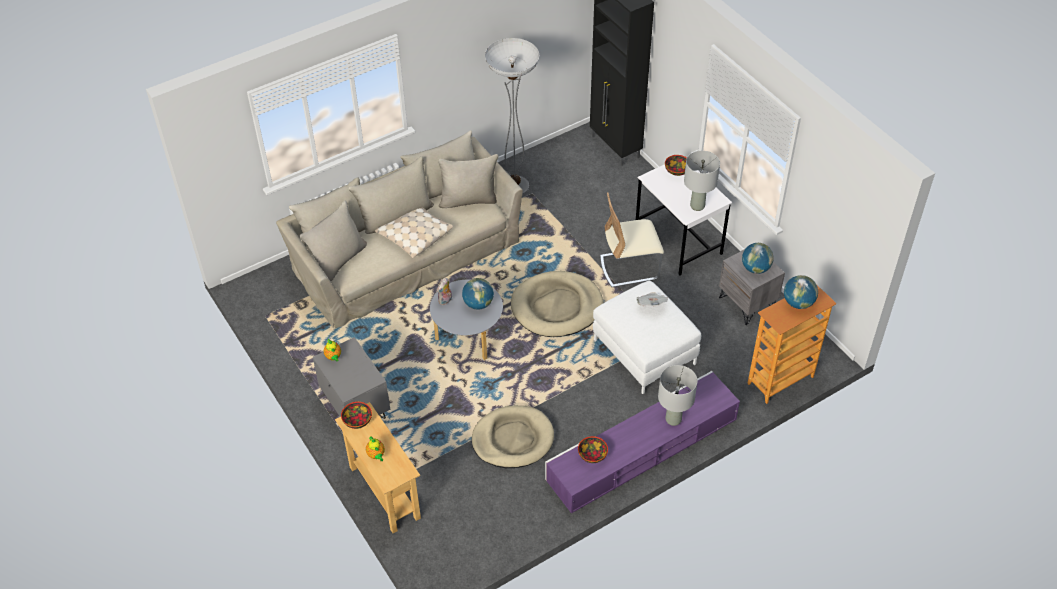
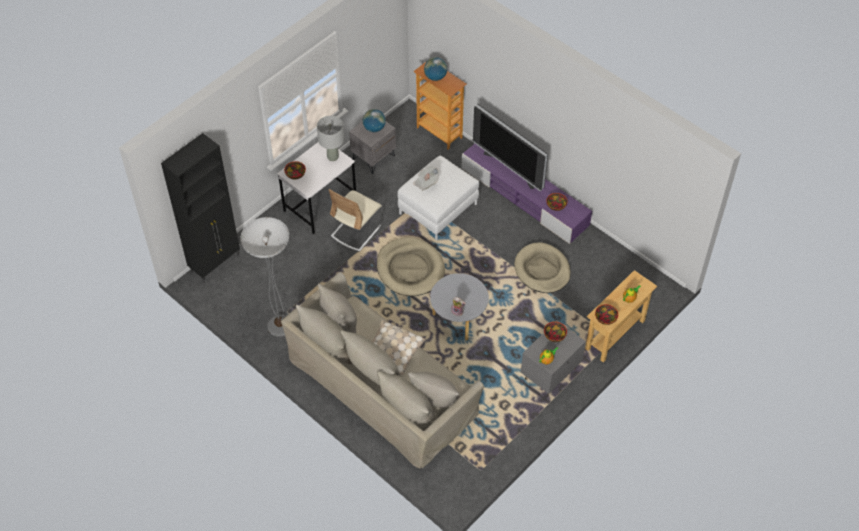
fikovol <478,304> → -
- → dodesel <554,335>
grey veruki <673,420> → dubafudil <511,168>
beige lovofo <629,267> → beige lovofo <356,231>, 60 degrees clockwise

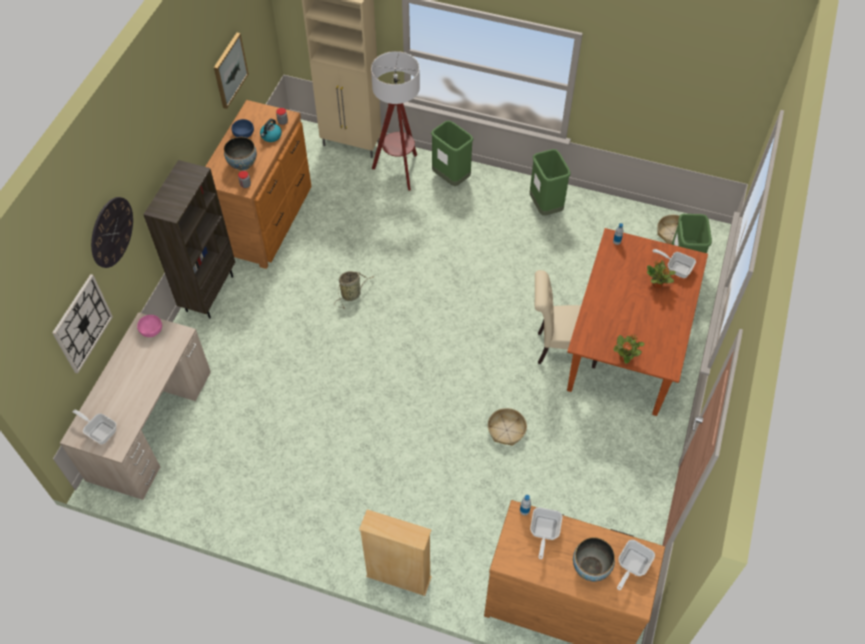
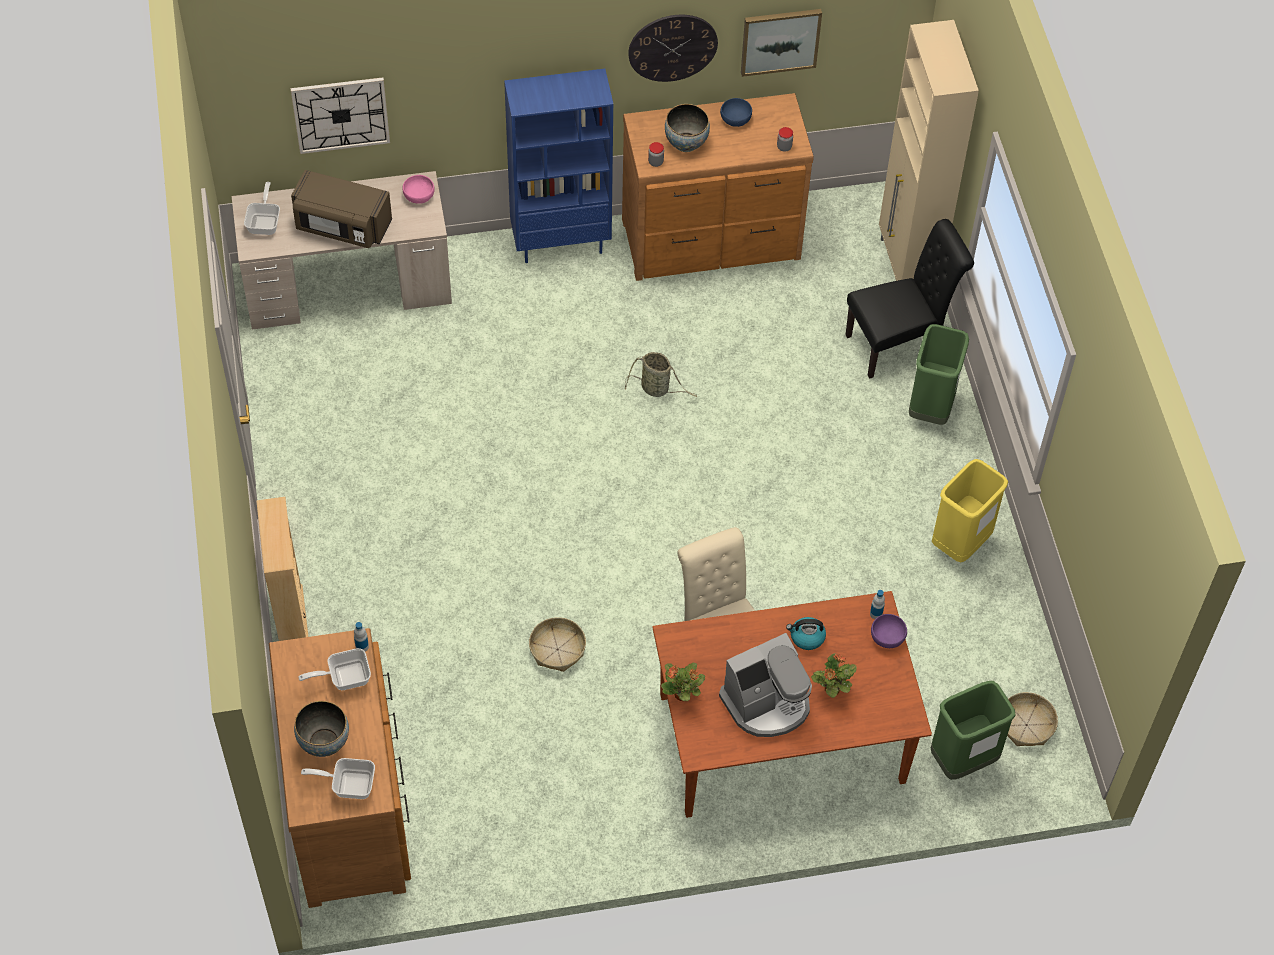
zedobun <676,268> → -
- → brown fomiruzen <342,226>
- → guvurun <767,704>
- → purple dodesel <887,636>
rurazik <111,232> → rurazik <672,47>, moved
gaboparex <271,136> → gaboparex <806,637>, moved
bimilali <399,171> → black lovofo <899,343>
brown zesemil <209,293> → blue zesemil <561,243>
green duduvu <545,207> → yellow duduvu <960,543>

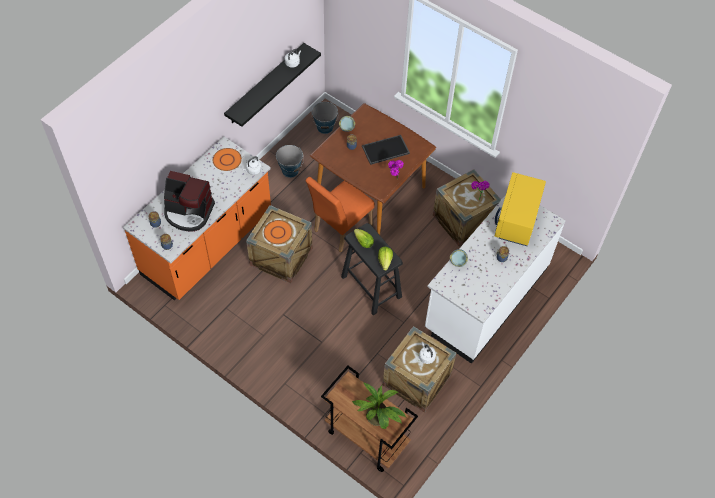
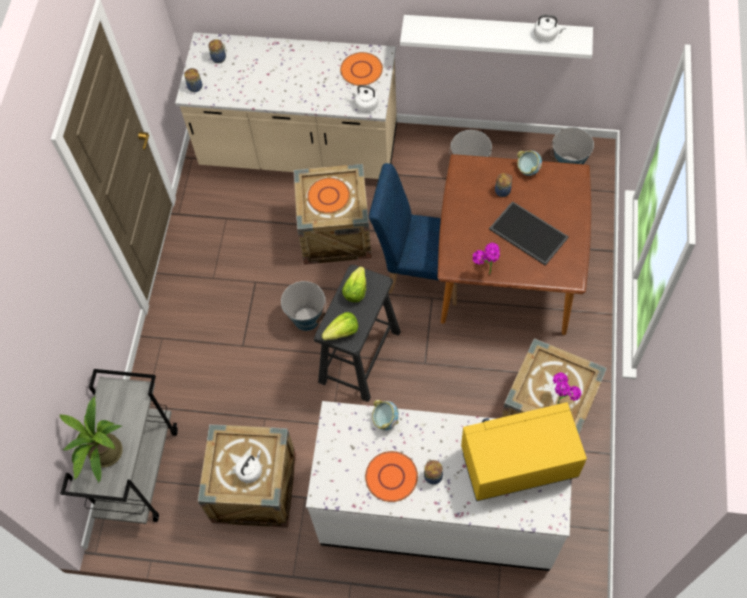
guvurun <189,212> → -
- → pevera <306,318>
- → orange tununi <391,477>
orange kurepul <208,245> → beige kurepul <299,150>
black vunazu <265,84> → white vunazu <496,32>
orange lovofo <339,230> → blue lovofo <420,272>
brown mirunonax <366,437> → grey mirunonax <138,470>

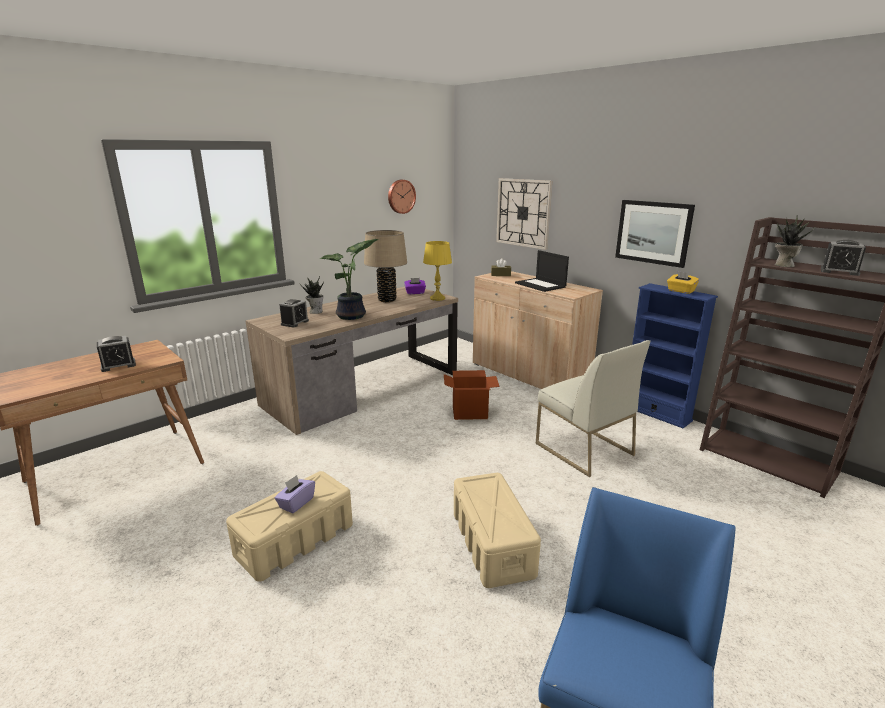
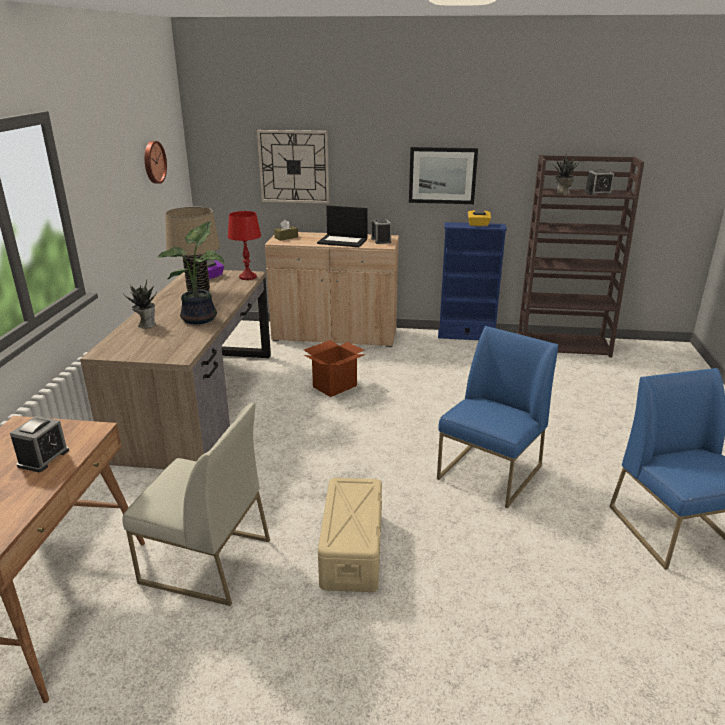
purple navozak <296,503> → -
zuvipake <295,323> → zuvipake <381,240>, moved
white lovofo <583,449> → white lovofo <204,561>, moved
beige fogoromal <492,544> → blue lovofo <490,473>
yellow veruki <437,298> → red veruki <247,277>

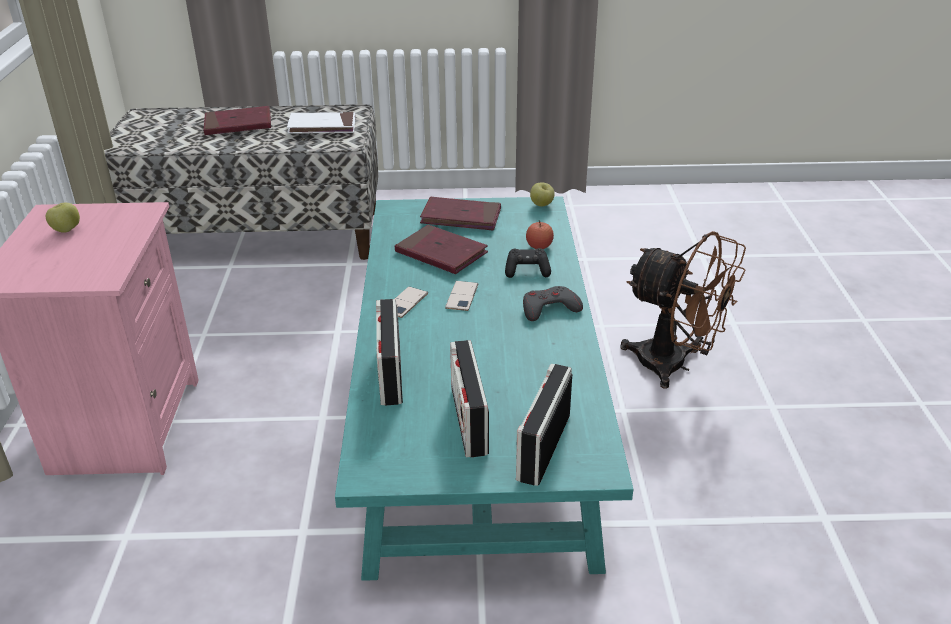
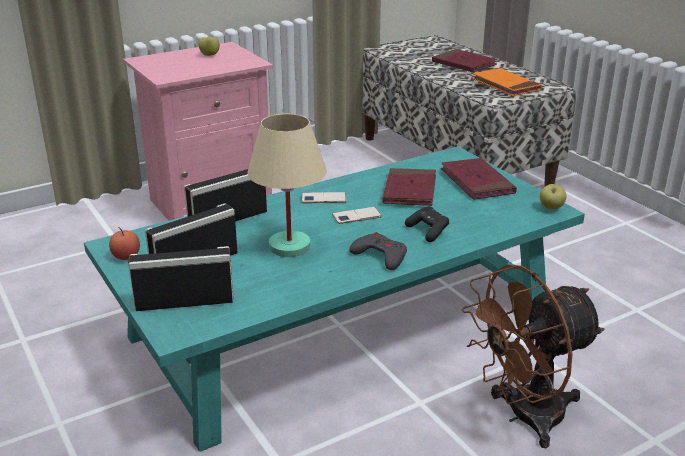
- → beige veruki <290,247>
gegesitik <539,246> → gegesitik <126,256>, moved
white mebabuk <322,127> → orange mebabuk <505,85>
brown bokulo <674,366> → brown bokulo <524,417>, 60 degrees clockwise

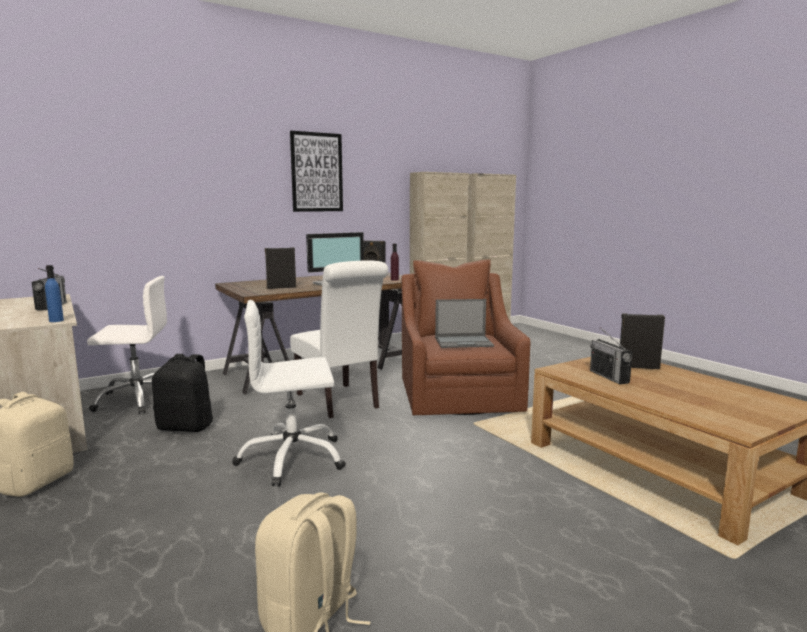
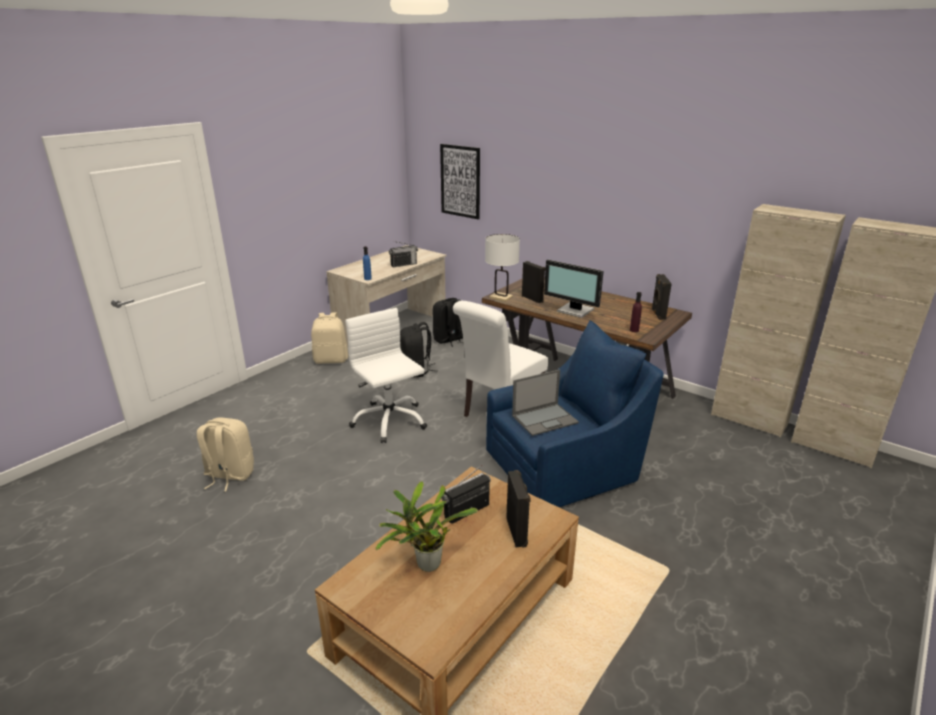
- → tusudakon <425,565>
- → white veruki <501,297>
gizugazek <317,172> → gizugazek <460,181>, moved
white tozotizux <138,399> → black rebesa <449,340>
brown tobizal <458,394> → blue tobizal <565,466>
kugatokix <464,342> → kugatokix <545,419>, 90 degrees counterclockwise

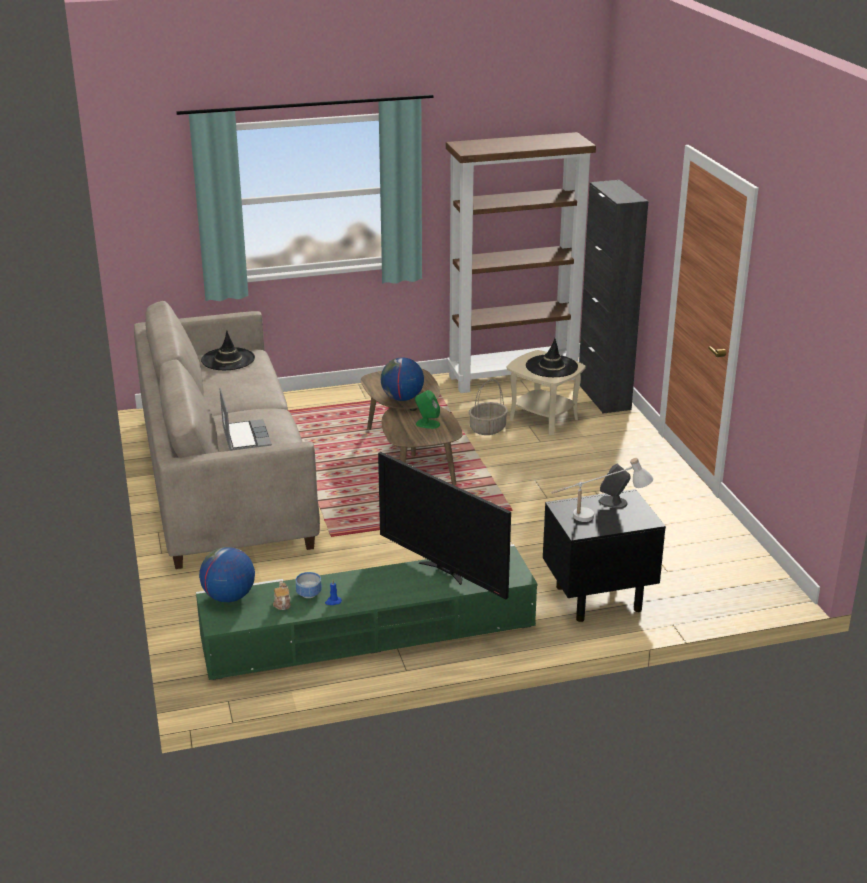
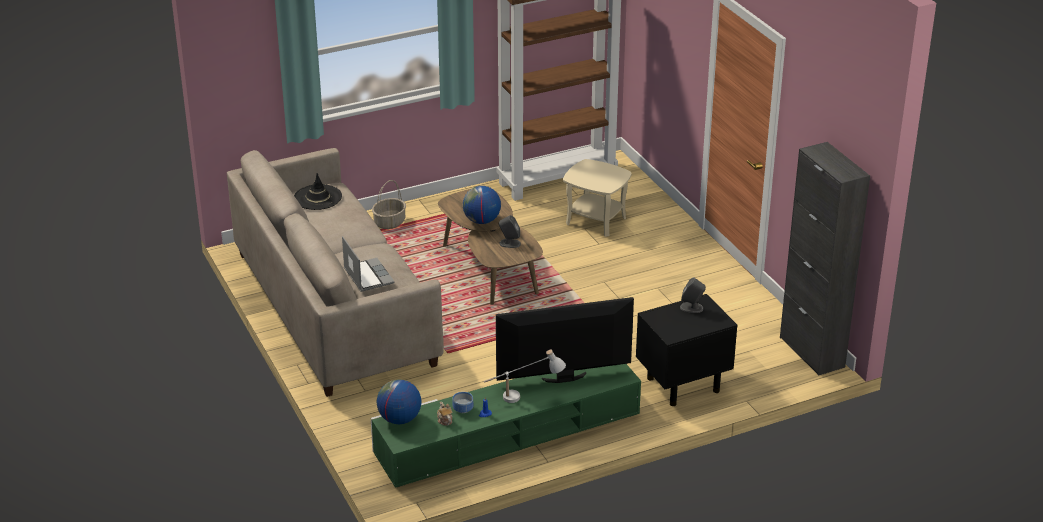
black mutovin <551,366> → -
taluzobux <487,429> → taluzobux <389,223>, moved
white veruki <599,517> → white veruki <524,397>, moved
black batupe <604,397> → black batupe <812,352>, moved
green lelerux <427,424> → grey lelerux <509,243>
dubafudil <444,571> → dubafudil <564,378>, 135 degrees clockwise

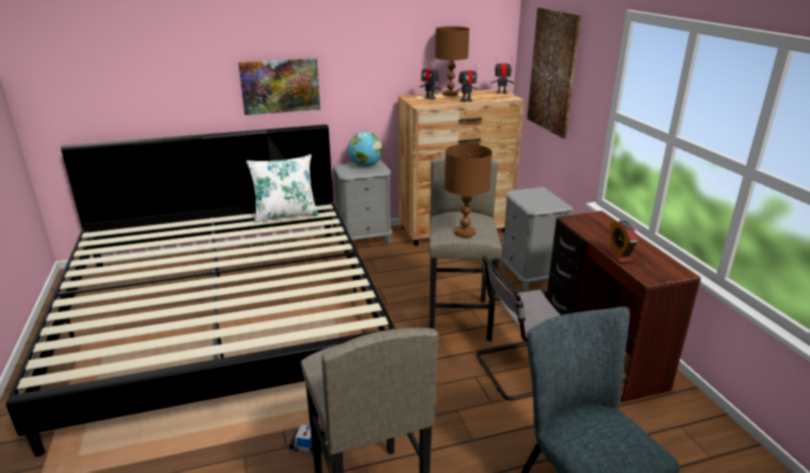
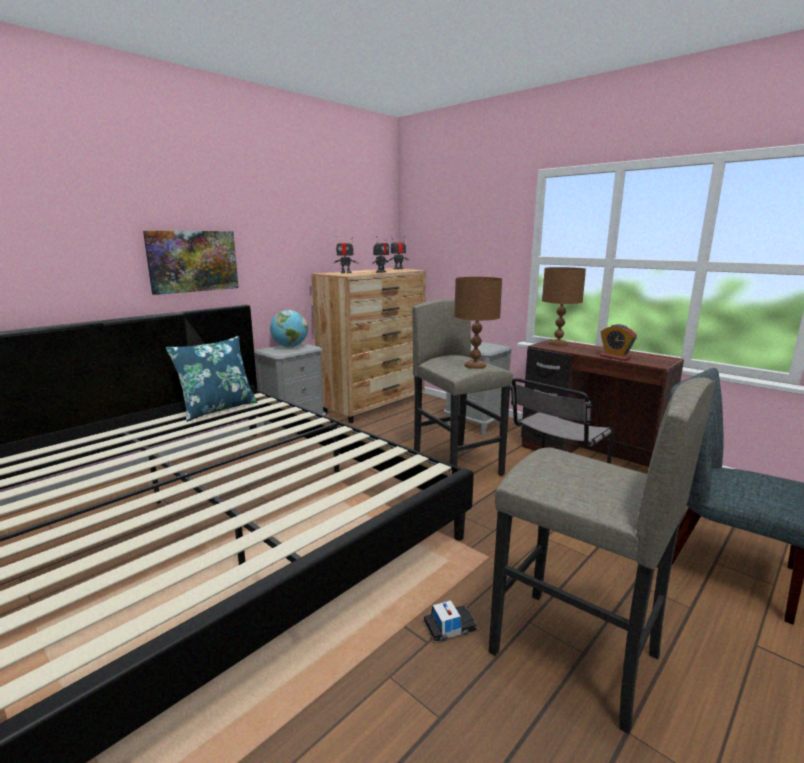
gizugazek <553,72> → -
brown veruki <450,94> → brown veruki <558,344>, moved
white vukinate <285,215> → blue vukinate <217,409>

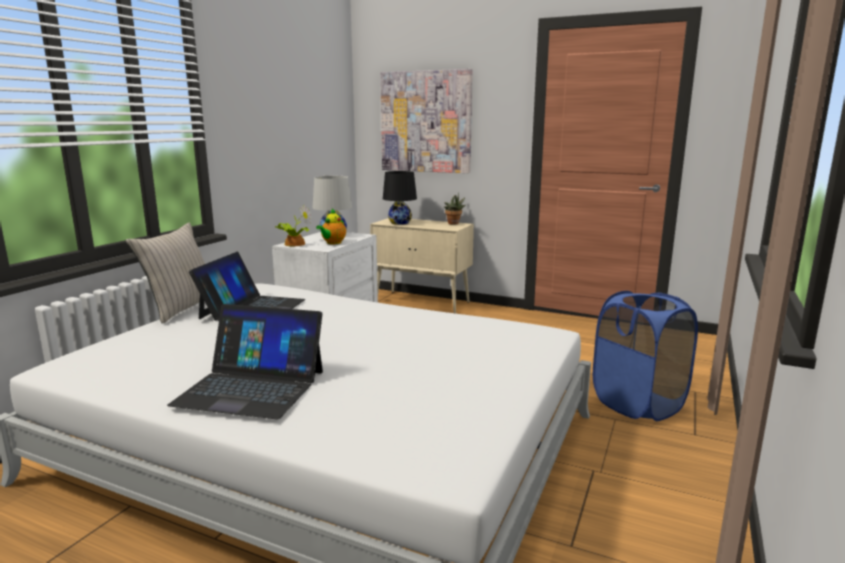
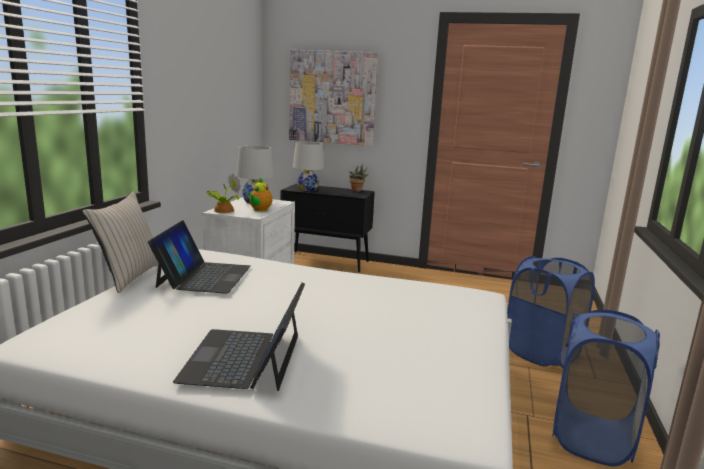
- → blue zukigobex <592,438>
beige batupe <422,302> → black batupe <326,261>
black veruki <400,223> → white veruki <308,189>
kugatokix <251,387> → kugatokix <244,358>, 90 degrees clockwise

